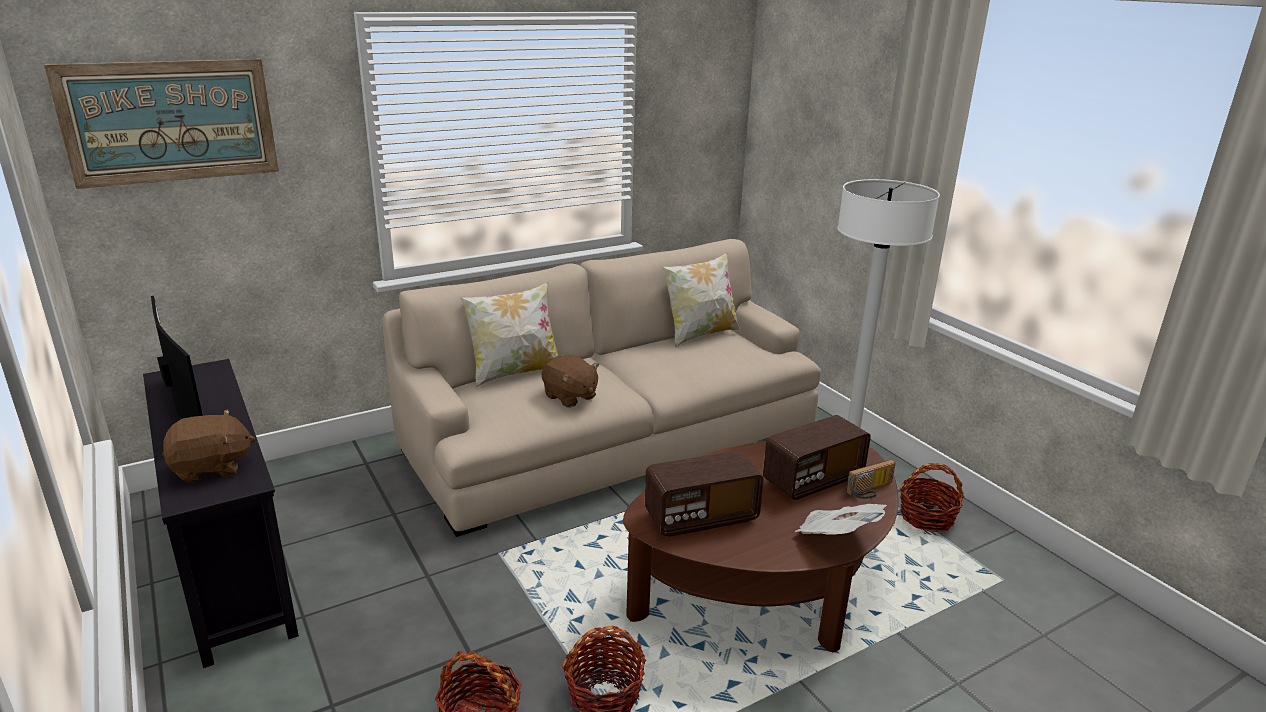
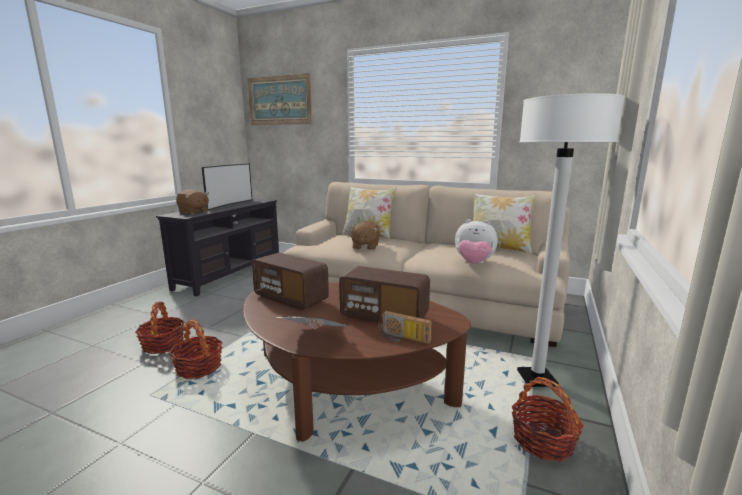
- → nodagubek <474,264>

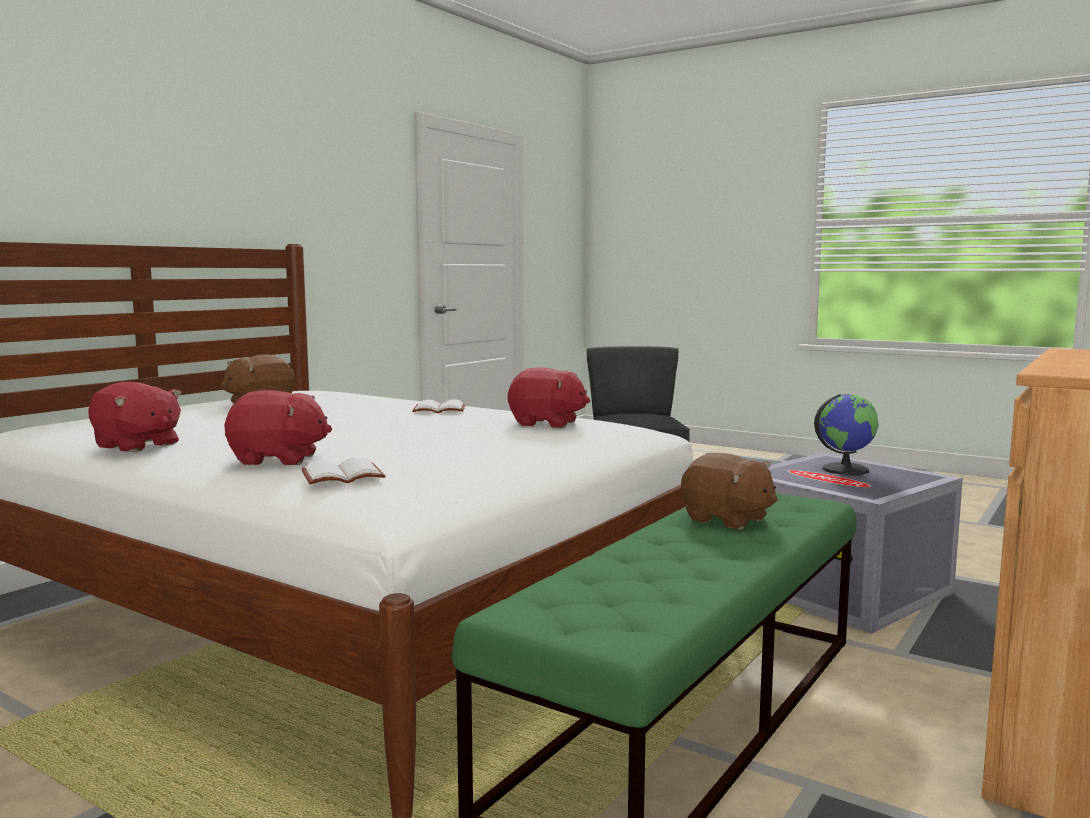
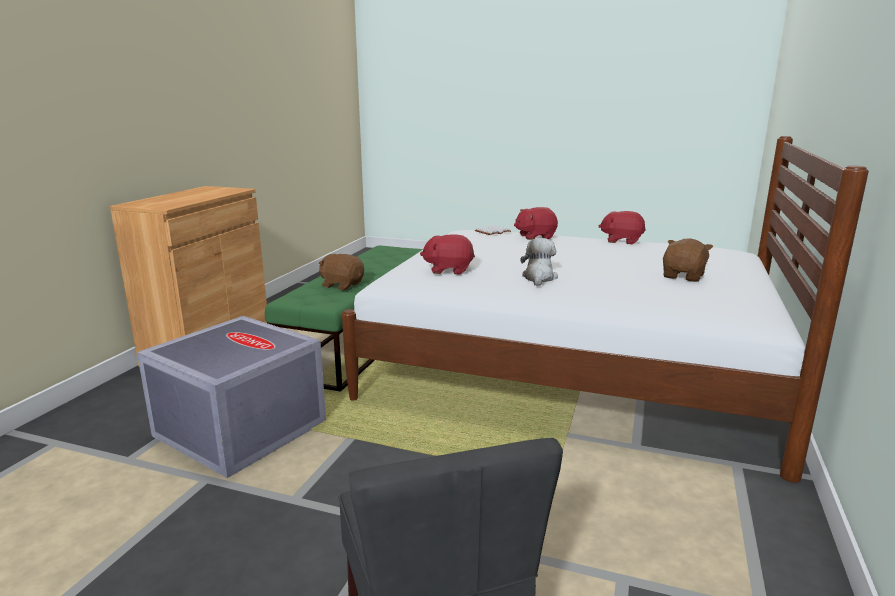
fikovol <845,469> → -
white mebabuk <440,409> → nodagubek <539,278>

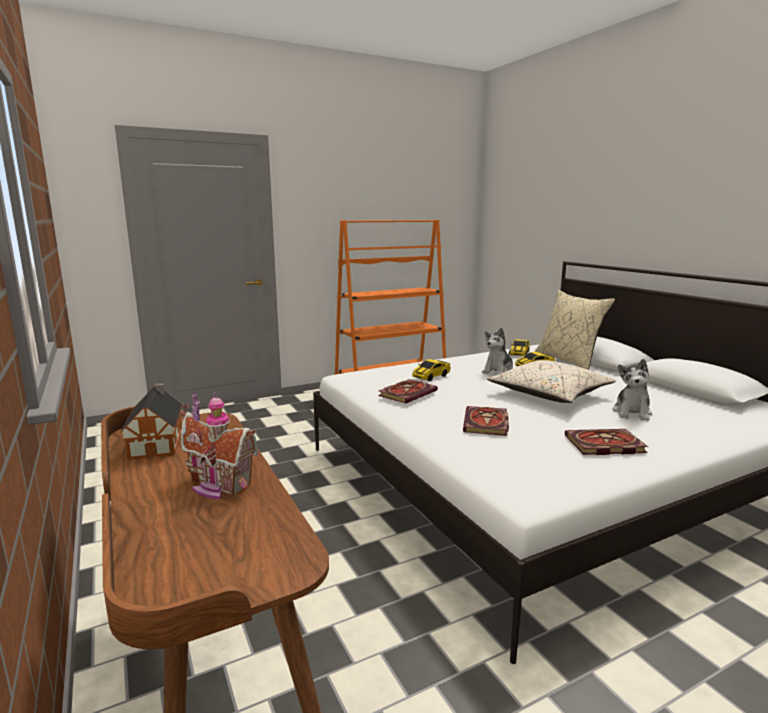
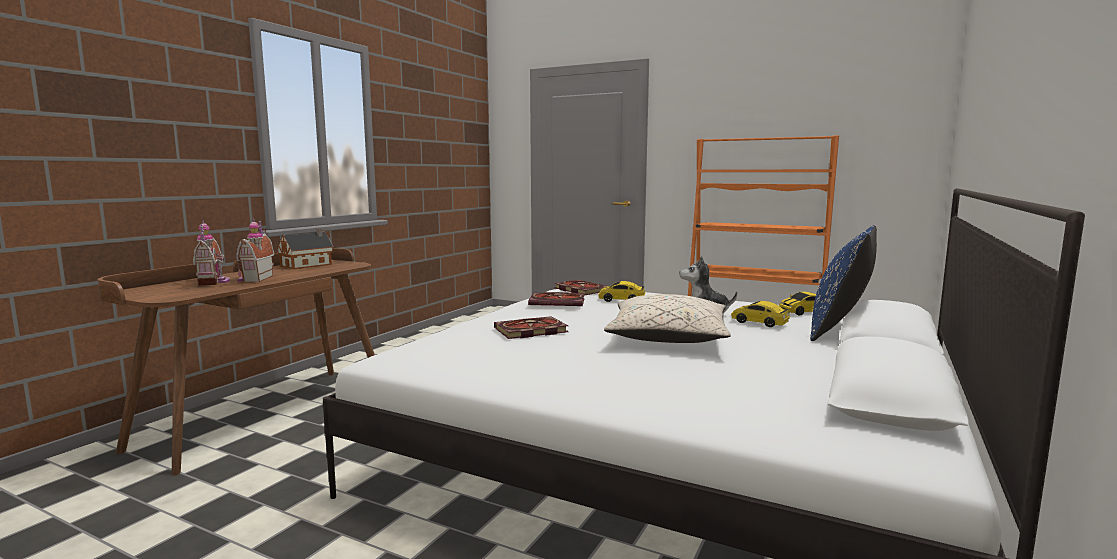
nodagubek <632,412> → -
- → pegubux <214,282>
mebabuk <603,445> → mebabuk <580,290>, moved
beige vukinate <569,360> → blue vukinate <840,330>

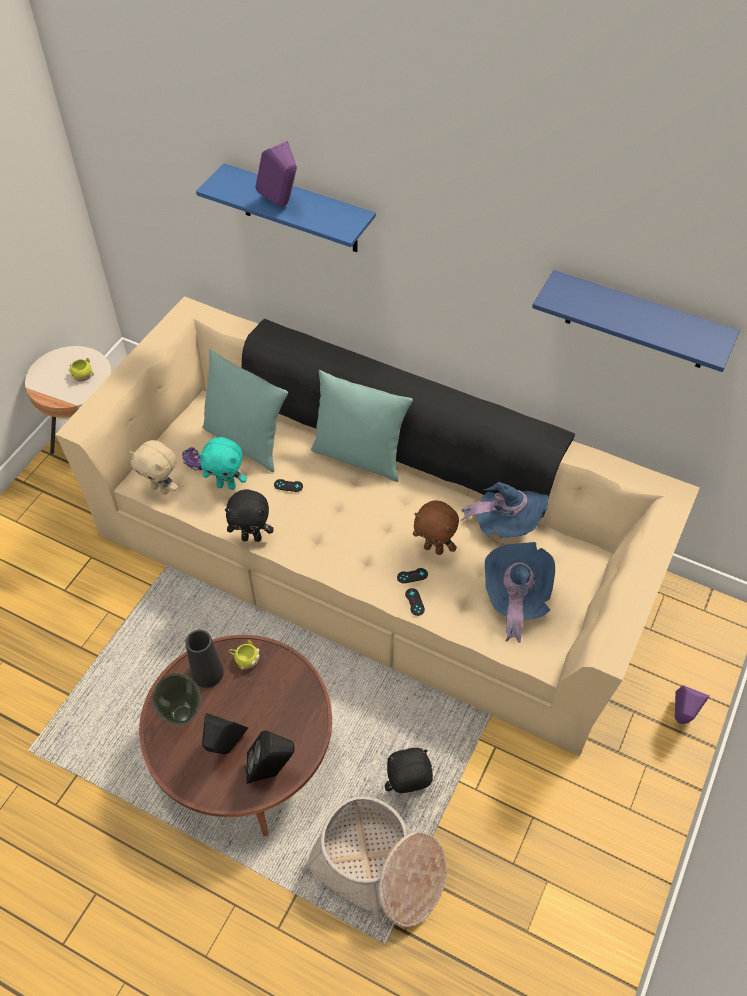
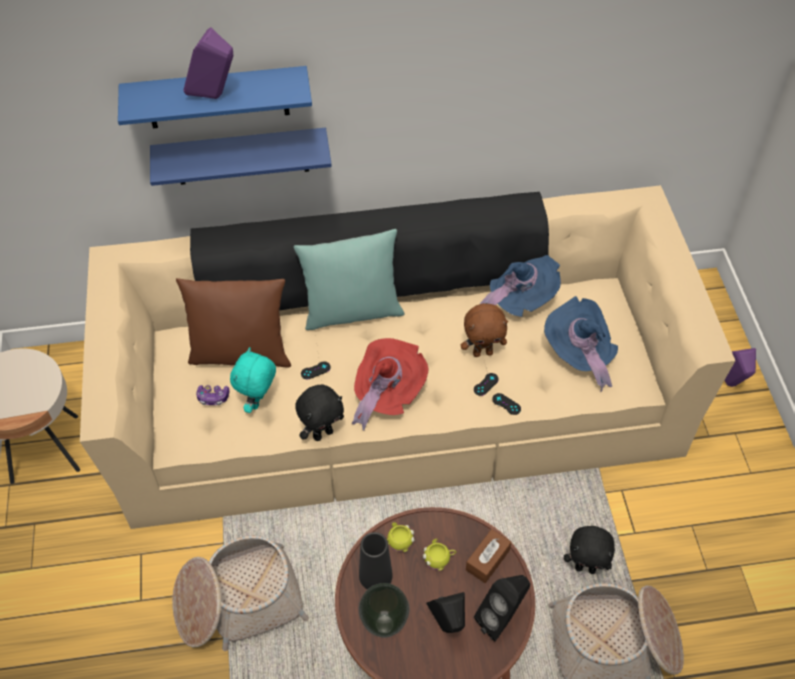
beige nodagubek <161,489> → -
- → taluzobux <238,601>
- → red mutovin <387,393>
- → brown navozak <487,560>
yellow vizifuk <84,375> → yellow vizifuk <439,559>, moved
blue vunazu <637,321> → blue vunazu <242,156>, moved
turquoise vukinate <246,441> → brown vukinate <241,353>
turquoise nodagubek <227,485> → turquoise nodagubek <259,402>, 135 degrees clockwise
black nodagubek <407,789> → black nodagubek <585,568>, 120 degrees counterclockwise

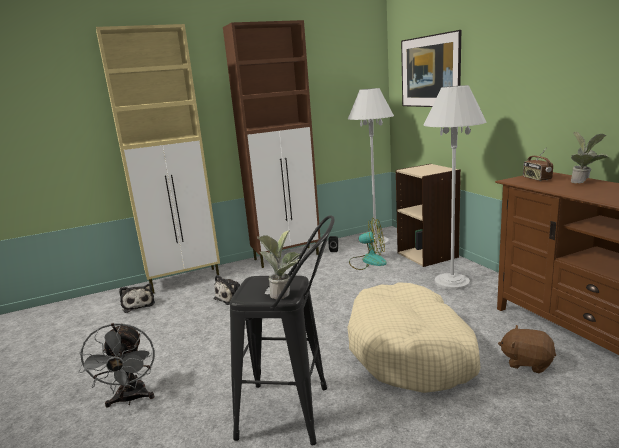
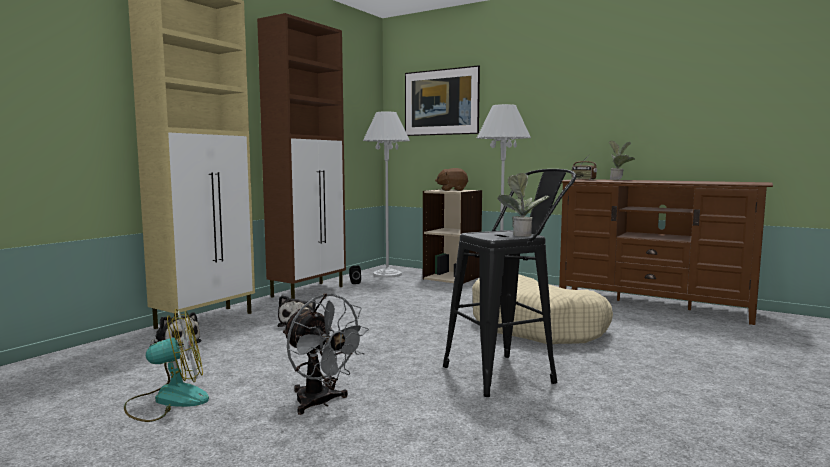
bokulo <368,261> → bokulo <168,400>, moved
brown nodagubek <527,362> → brown nodagubek <452,190>, moved

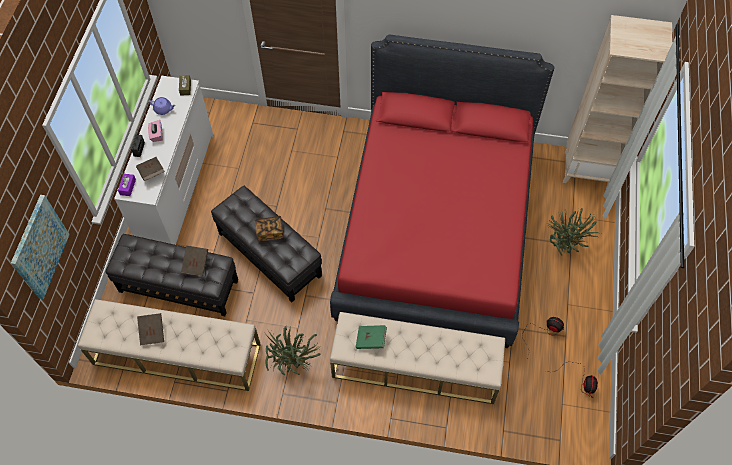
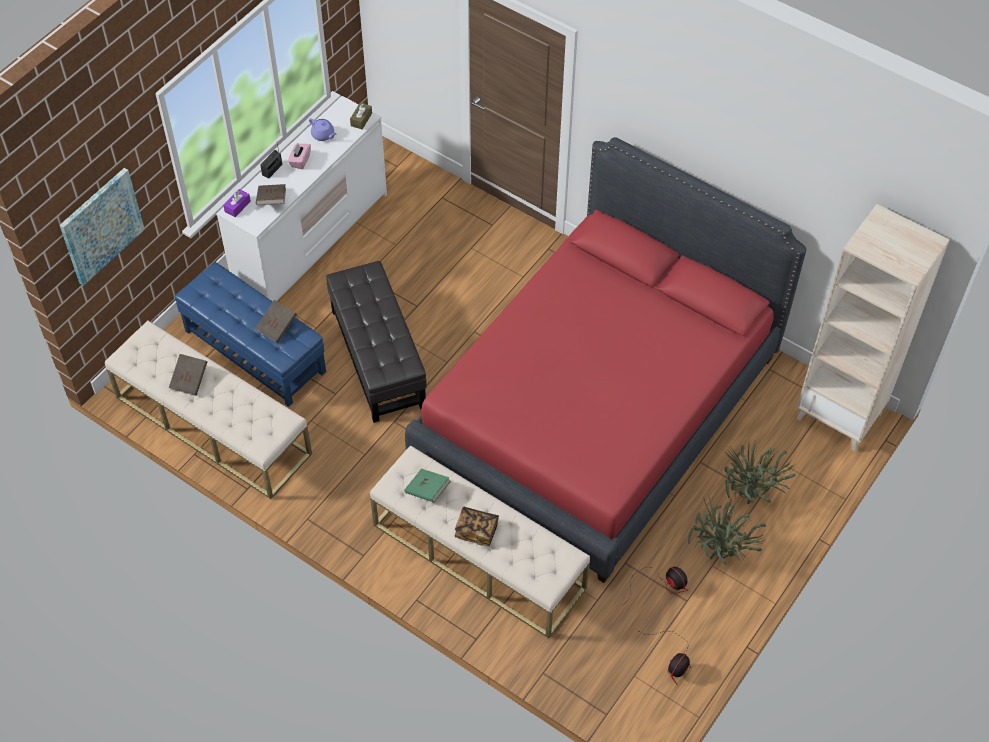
mebabuk <269,231> → mebabuk <476,531>, moved
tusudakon <293,365> → tusudakon <719,555>, moved
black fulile <179,285> → blue fulile <255,351>

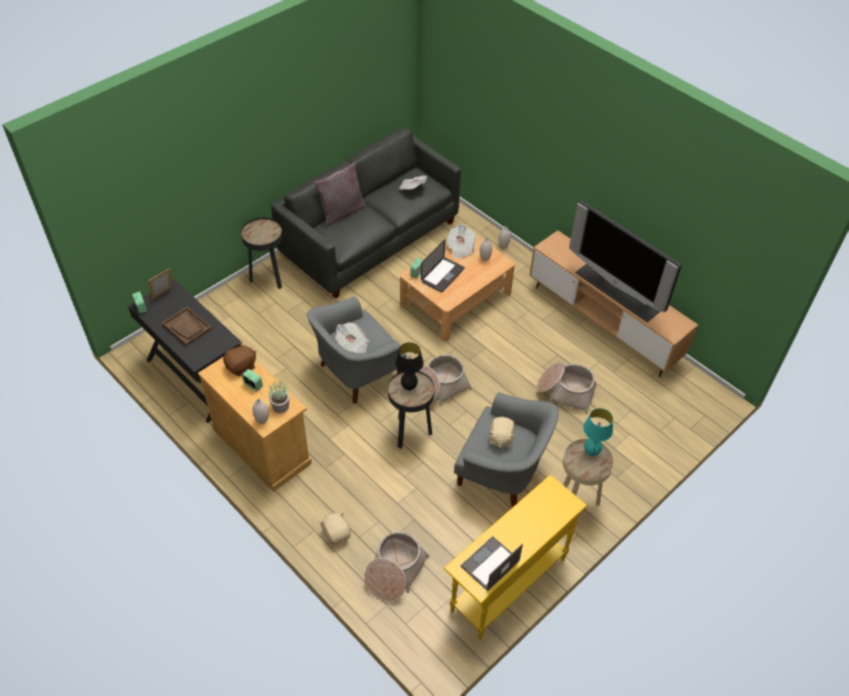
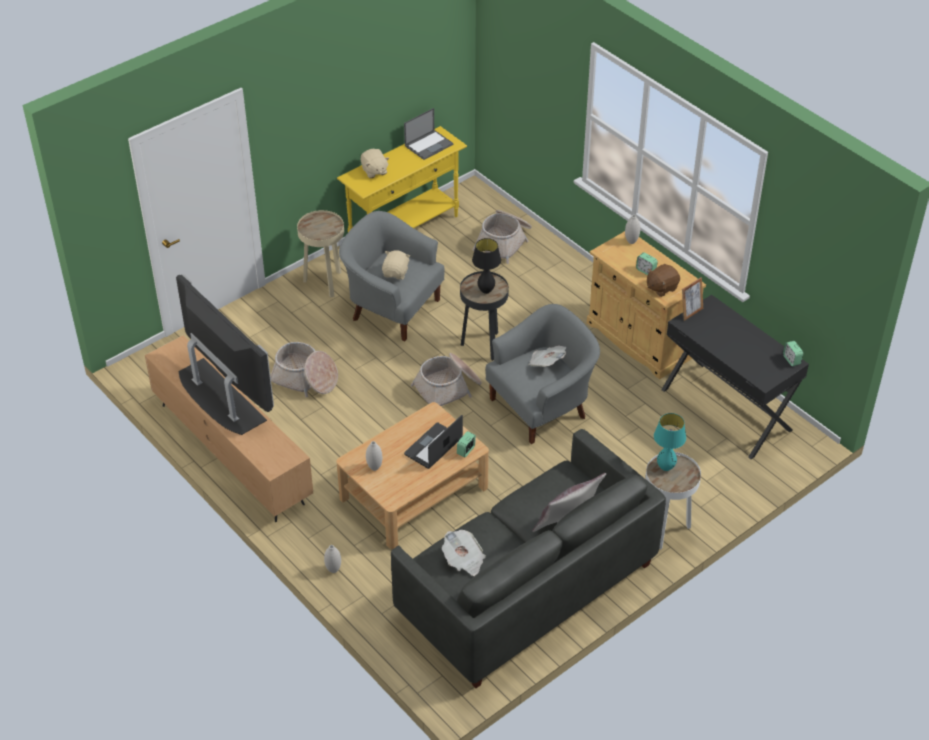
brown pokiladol <187,327> → -
tusudakon <281,406> → -
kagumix <460,248> → -
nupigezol <163,295> → nupigezol <690,312>, moved
beige nodagubek <336,534> → beige nodagubek <374,171>, moved
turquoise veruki <591,452> → turquoise veruki <665,467>, moved
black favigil <268,278> → white favigil <665,530>

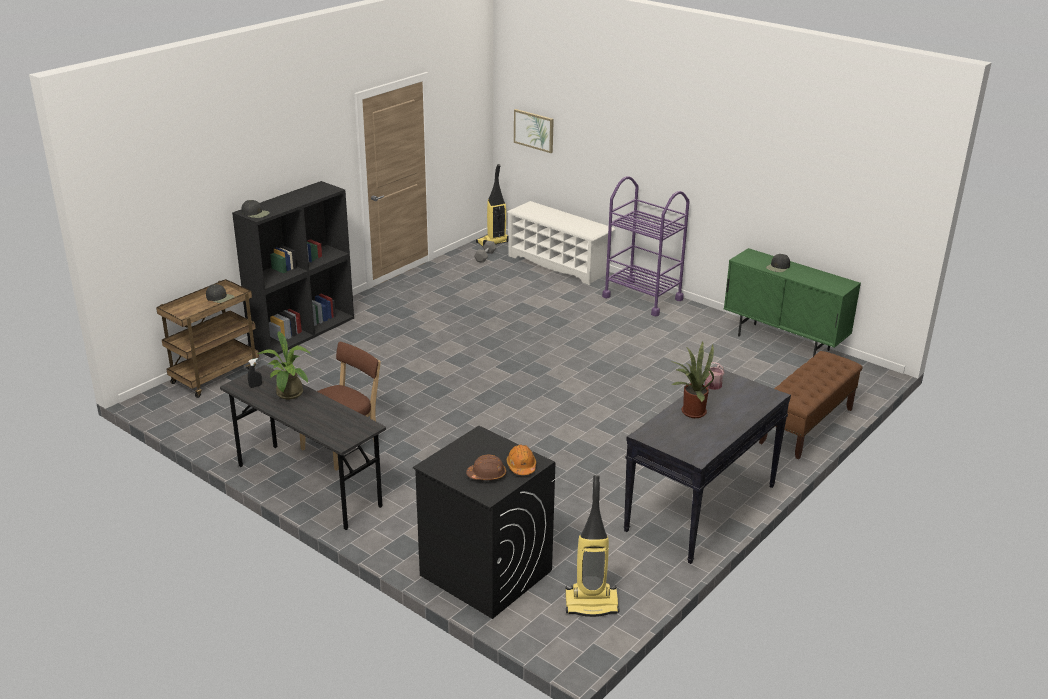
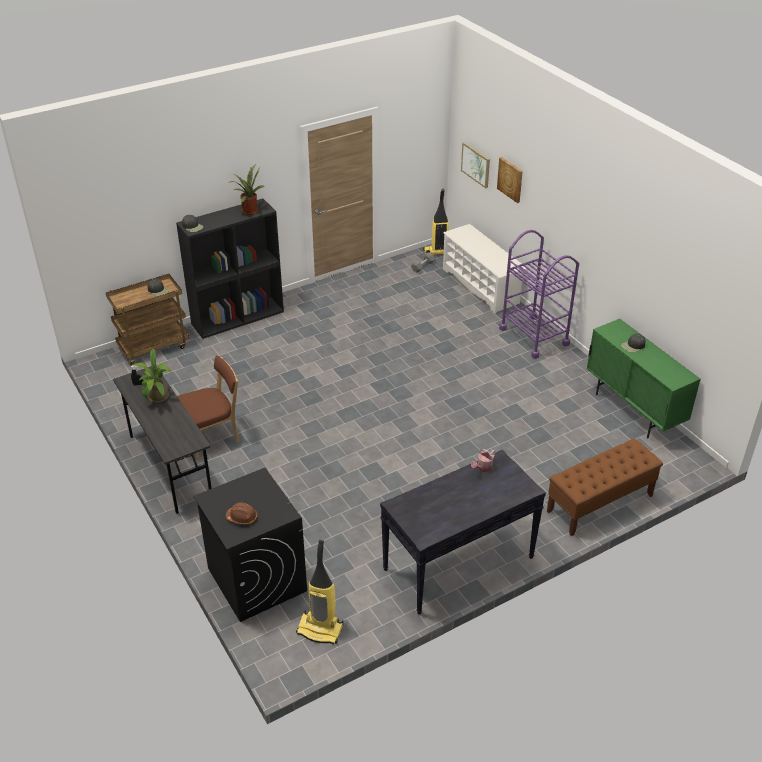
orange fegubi <521,466> → -
- → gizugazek <510,179>
tusudakon <691,411> → tusudakon <248,210>, moved

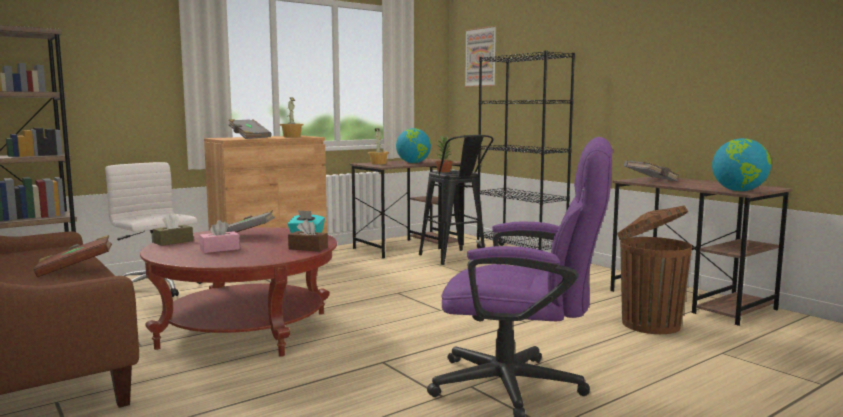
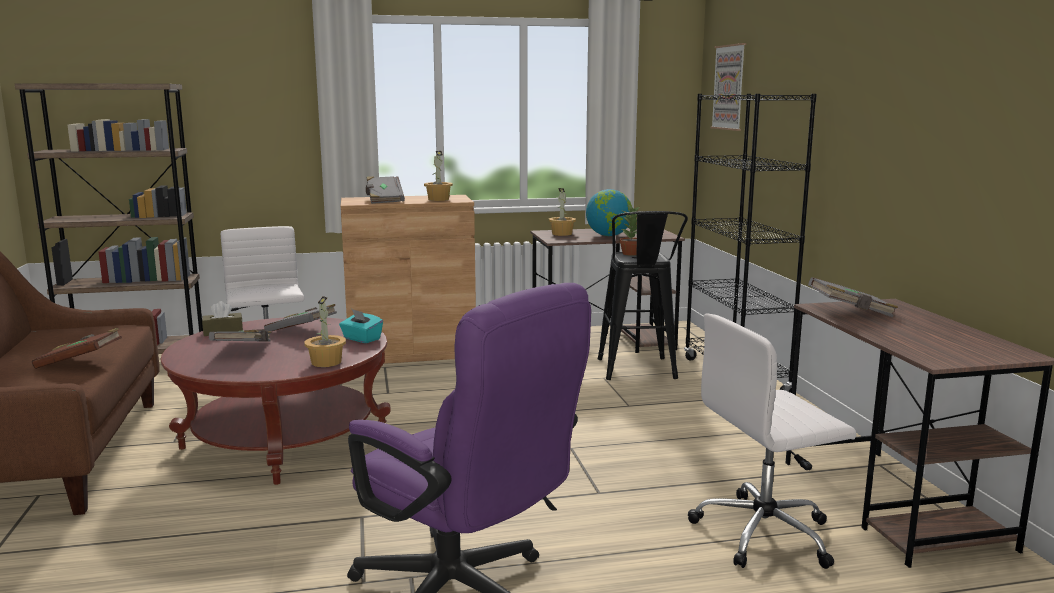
fikovol <739,191> → -
pink navozak <220,249> → grey mebabuk <244,350>
brown navozak <308,248> → tusudakon <327,362>
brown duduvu <648,324> → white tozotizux <765,533>

